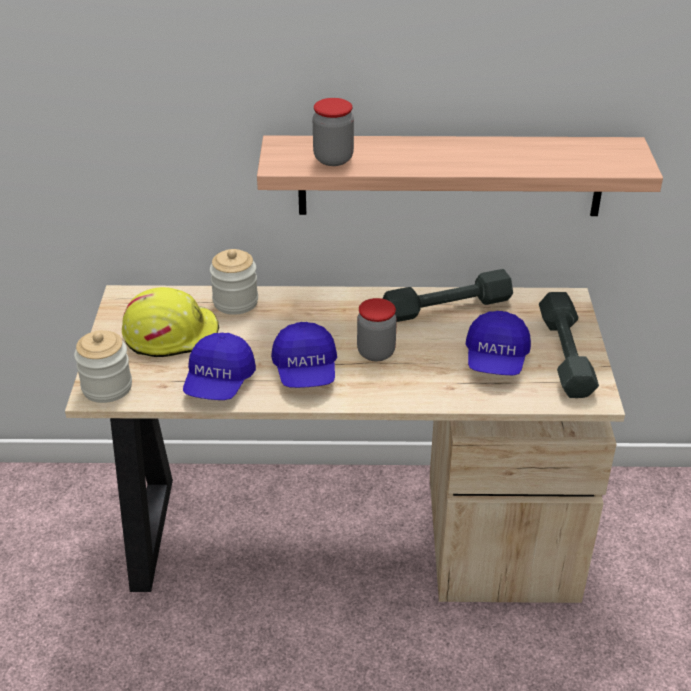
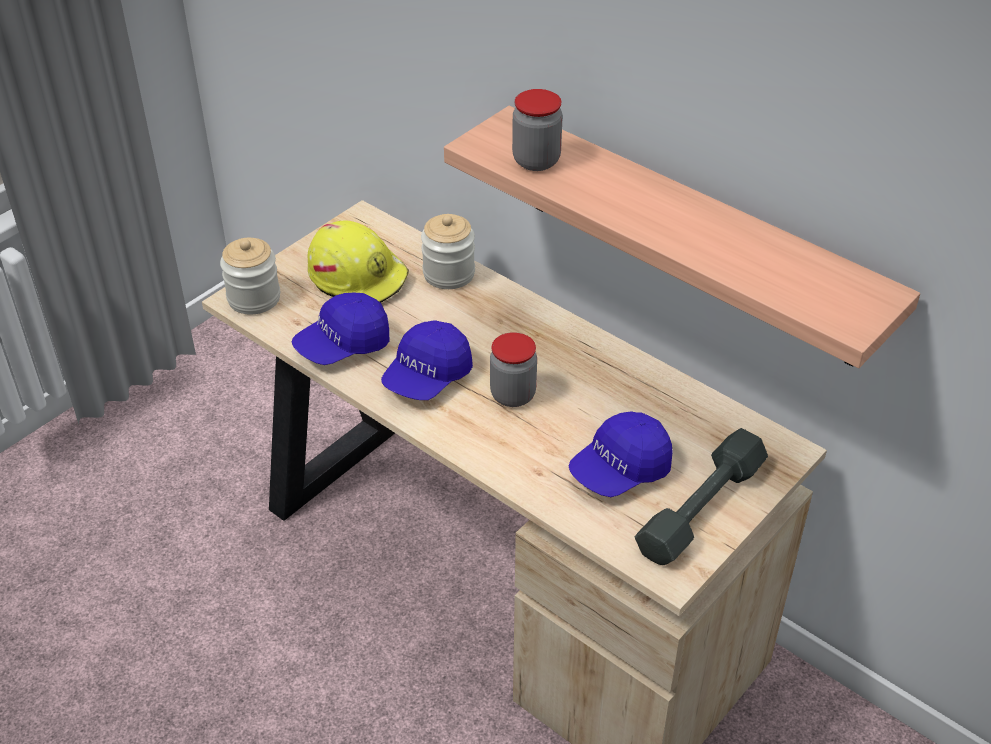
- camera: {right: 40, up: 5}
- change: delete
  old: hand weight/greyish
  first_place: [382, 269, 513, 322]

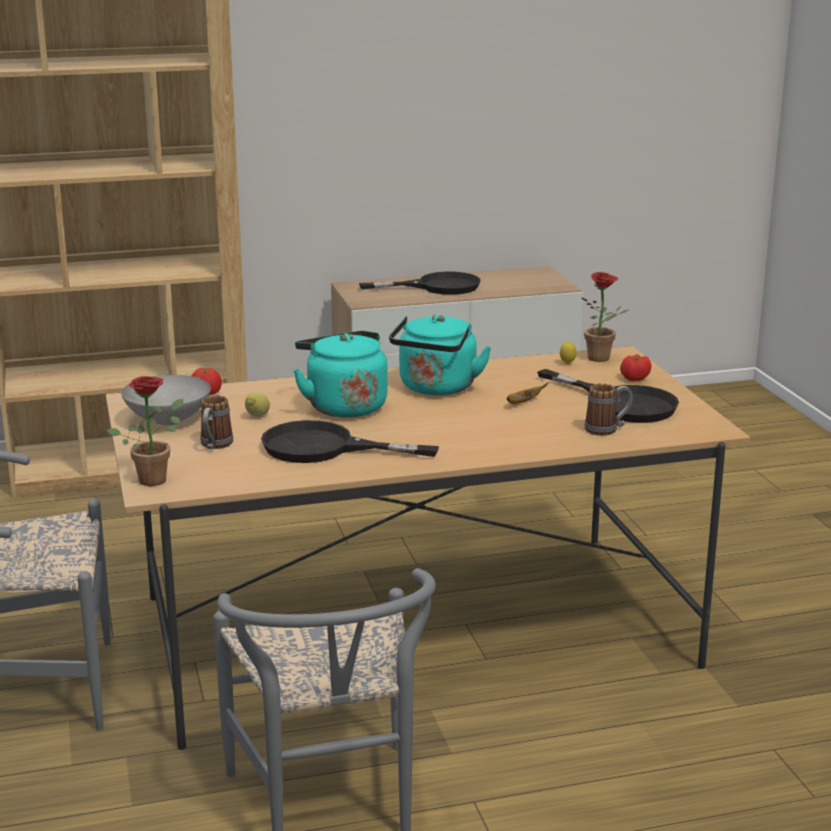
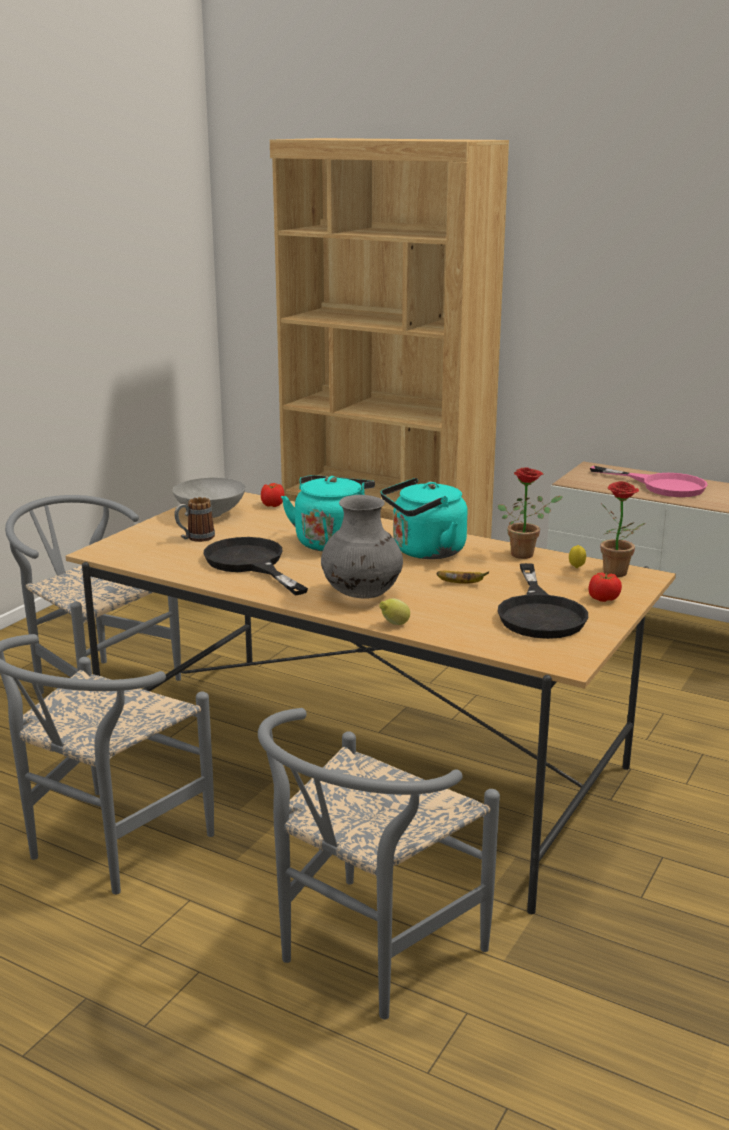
- camera: {right: 45, up: 0}
- change: move
  old: plant in a pot
  first_place: [107, 376, 183, 486]
  second_place: [498, 468, 563, 559]
- change: move
  old: lemon
  first_place: [245, 393, 270, 417]
  second_place: [379, 598, 410, 625]
- change: recolor
  old: pan/black
  new: pan/pink
  first_place: [359, 272, 481, 295]
  second_place: [590, 466, 708, 497]
- change: delete
  old: coffee mug
  first_place: [584, 383, 633, 436]
- change: insert
  new: chair/greyish
  second_place: [258, 708, 500, 1020]
- change: insert
  new: decorative vase/greyish
  second_place: [321, 495, 403, 599]

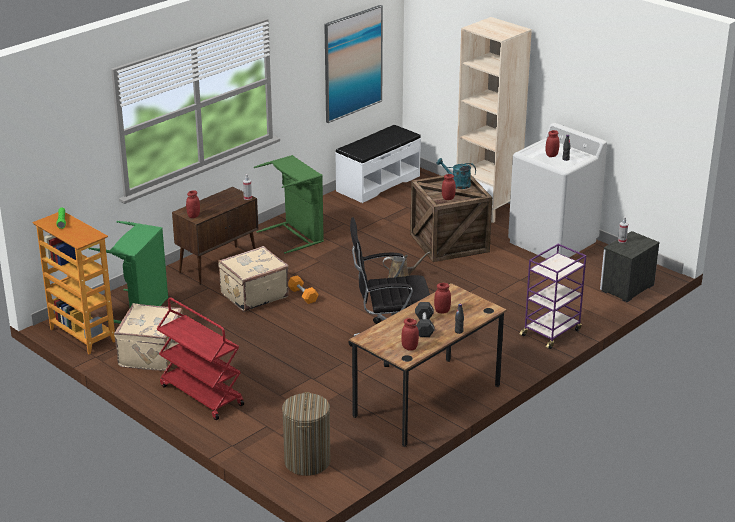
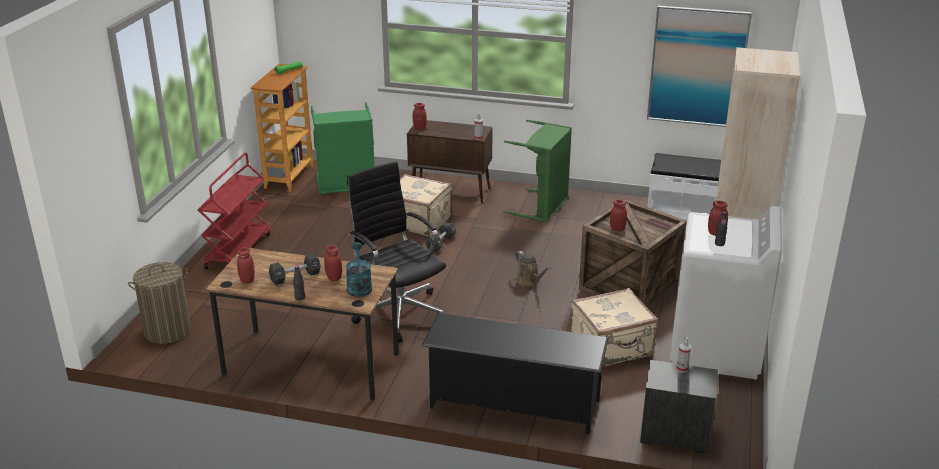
- camera: {right: 60, up: 0}
- change: move
  old: suitcase/beige
  first_place: [114, 303, 183, 371]
  second_place: [571, 288, 658, 367]
- change: recolor
  old: hand weight/orange
  new: hand weight/black
  first_place: [288, 275, 319, 304]
  second_place: [425, 222, 456, 252]
- change: move
  old: sprinkling can/turquoise-coloured
  first_place: [436, 158, 476, 189]
  second_place: [346, 242, 372, 297]
- change: replace
  old: wheeled cart/purplish
  new: shoe shelf/black
  first_place: [519, 244, 586, 349]
  second_place: [422, 313, 609, 435]

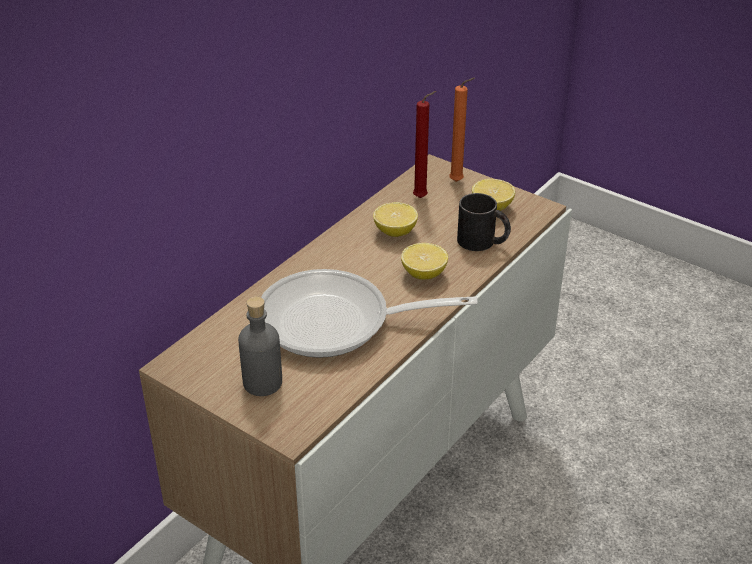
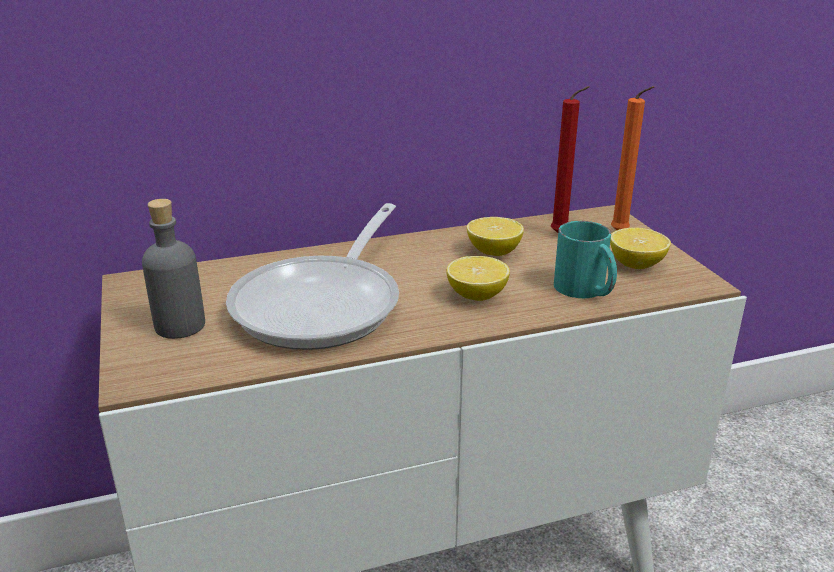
- camera: {right: 35, up: -10}
- change: rotate
  old: pan
  first_place: [261, 269, 478, 358]
  second_place: [226, 203, 399, 350]
  degrees: -105
- change: recolor
  old: coffee mug/black
  new: coffee mug/turquoise-coloured
  first_place: [457, 193, 511, 251]
  second_place: [554, 221, 617, 298]

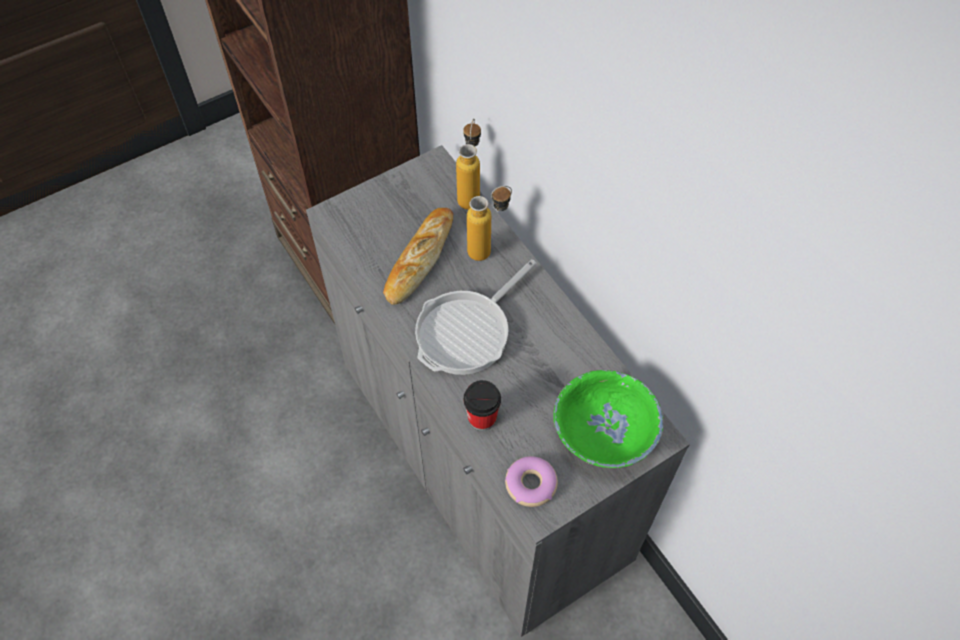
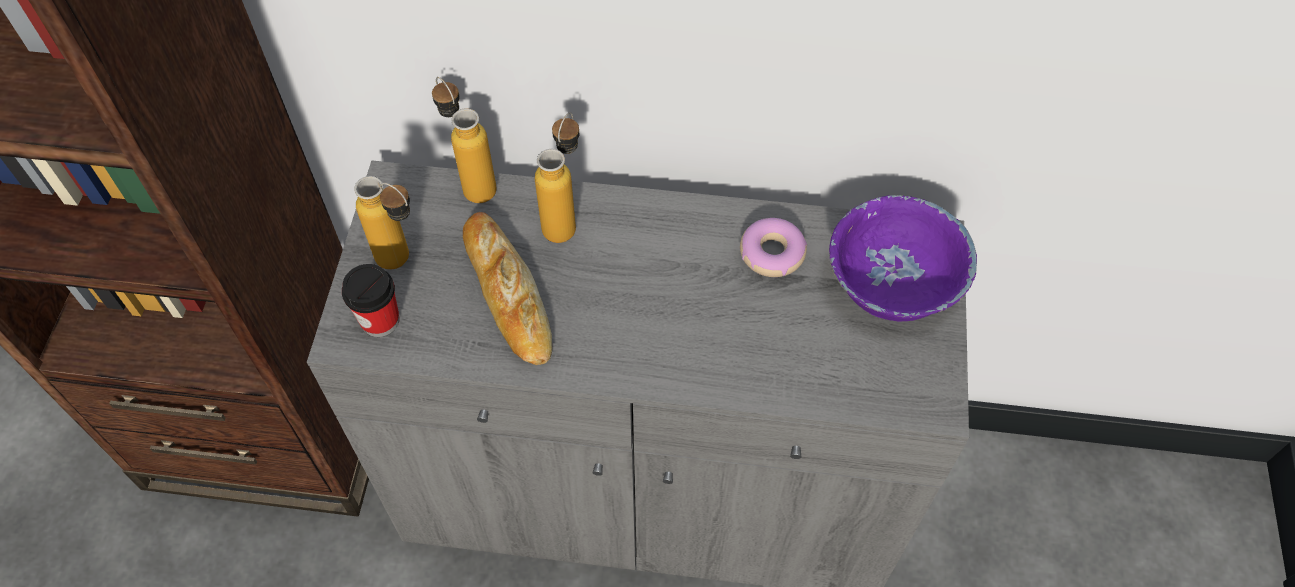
- camera: {right: -50, up: 0}
- change: delete
  old: pan
  first_place: [415, 259, 536, 375]
- change: move
  old: drinking cup
  first_place: [464, 380, 501, 431]
  second_place: [342, 264, 399, 337]
- change: move
  old: doughnut
  first_place: [505, 456, 558, 507]
  second_place: [740, 218, 807, 277]
- change: recolor
  old: serving bowl/greenish
  new: serving bowl/purplish
  first_place: [553, 370, 663, 468]
  second_place: [829, 195, 977, 321]
- change: insert
  new: bottle
  second_place: [354, 176, 410, 270]

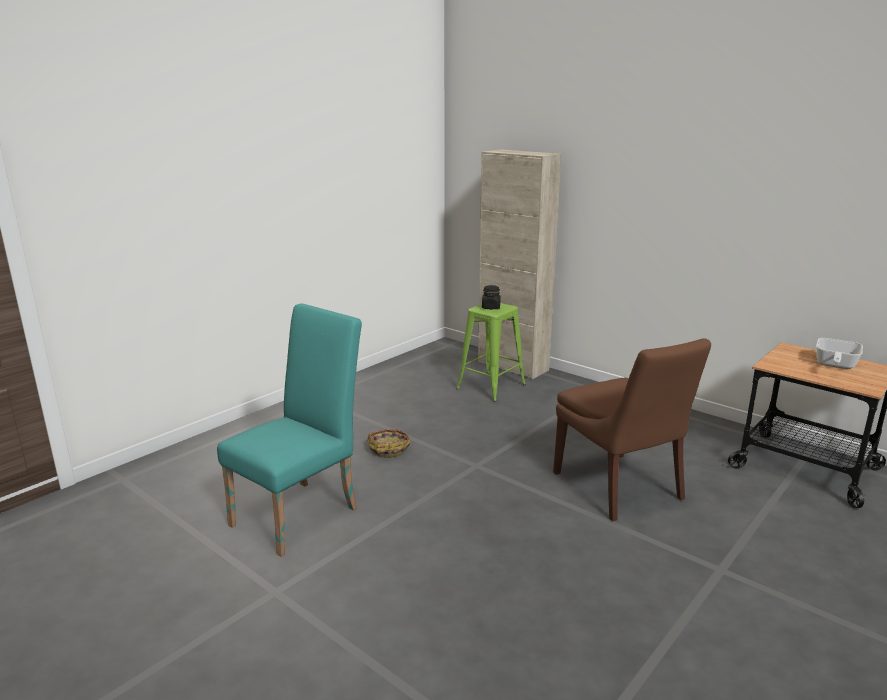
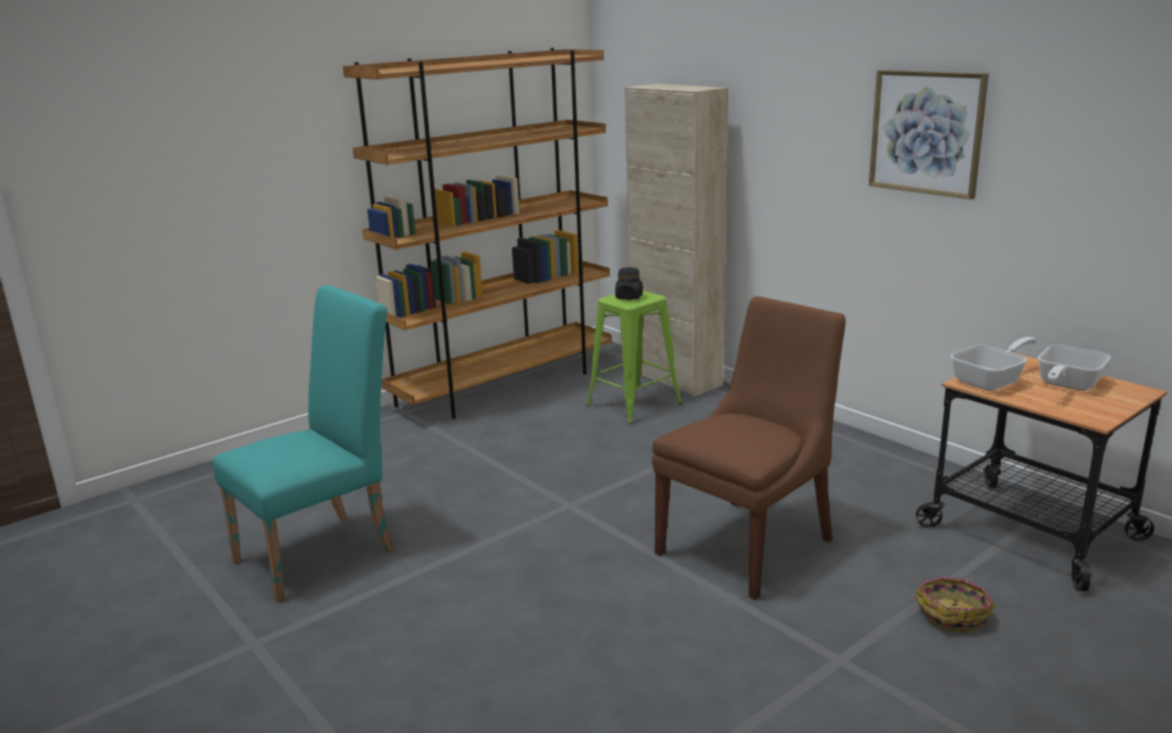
- camera: {right: 10, up: 0}
- change: move
  old: basket
  first_place: [367, 429, 410, 458]
  second_place: [915, 577, 996, 633]
- change: rotate
  old: chair/brown-coloured
  first_place: [553, 338, 711, 521]
  second_place: [652, 296, 846, 600]
  degrees: -120
- change: insert
  new: shelving unit/brown-coloured
  second_place: [343, 48, 612, 419]
- change: insert
  new: wall art
  second_place: [869, 70, 989, 200]
- change: insert
  new: pan
  second_place: [951, 337, 1037, 391]

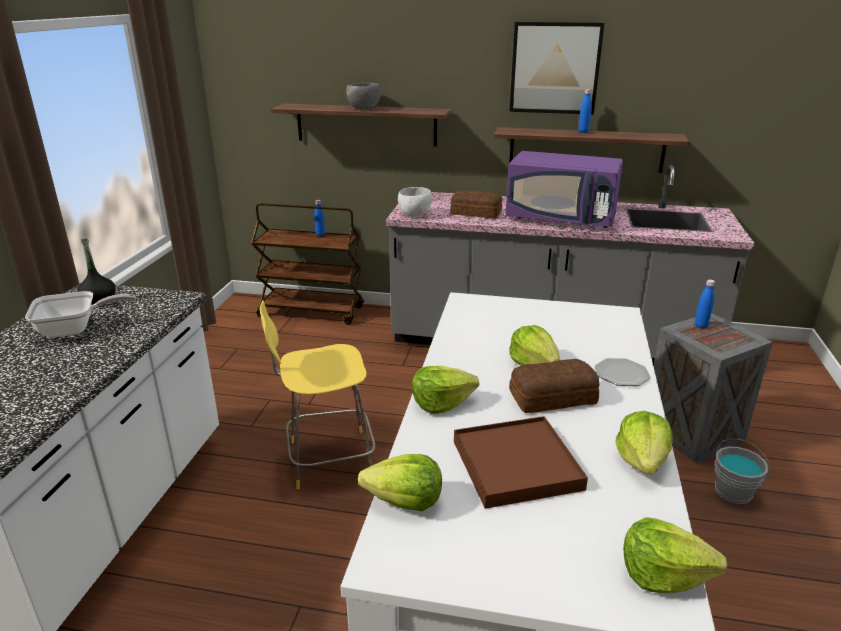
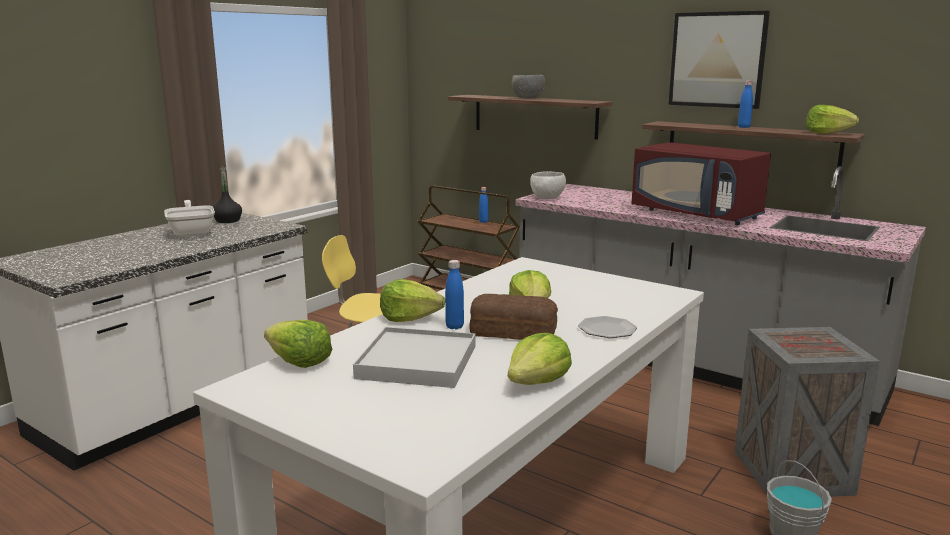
- camera: {right: 25, up: -10}
- change: rotate
  old: pan
  first_place: [25, 291, 136, 338]
  second_place: [164, 200, 215, 237]
  degrees: -120
- change: delete
  old: baked bread
  first_place: [450, 190, 502, 219]
- change: recolor
  old: tray/brown-coloured
  new: tray/white-coloured
  first_place: [454, 416, 588, 509]
  second_place: [353, 327, 475, 388]
- change: recolor
  old: microwave oven/purplish
  new: microwave oven/red
  first_place: [505, 151, 623, 228]
  second_place: [631, 142, 771, 225]
- change: move
  old: head of lettuce
  first_place: [624, 517, 727, 594]
  second_place: [806, 105, 859, 134]
- change: move
  old: bottle/bluish
  first_place: [695, 279, 715, 328]
  second_place: [445, 260, 464, 329]

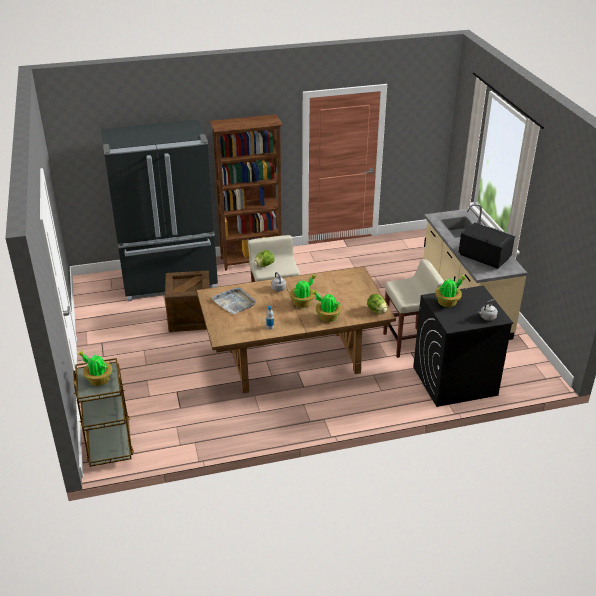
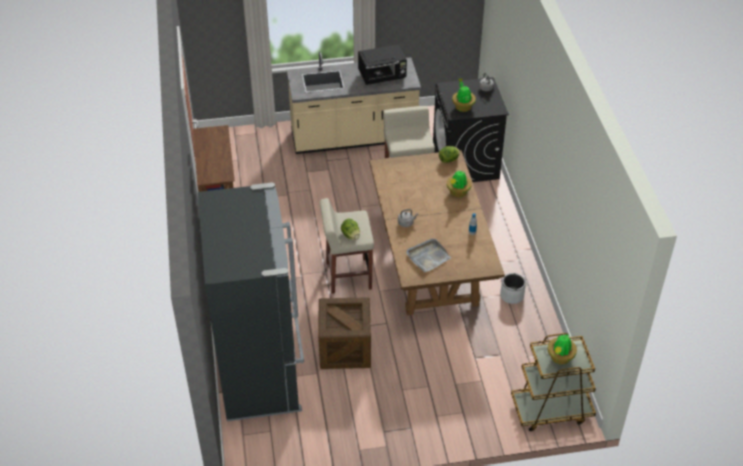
- camera: {right: -85, up: 10}
- change: delete
  old: plant in a pot
  first_place: [290, 275, 316, 308]
- change: rotate
  old: microwave oven/black
  first_place: [459, 223, 515, 269]
  second_place: [358, 44, 407, 85]
  degrees: -150
- change: insert
  new: plant pot/greyish
  second_place: [500, 273, 526, 304]

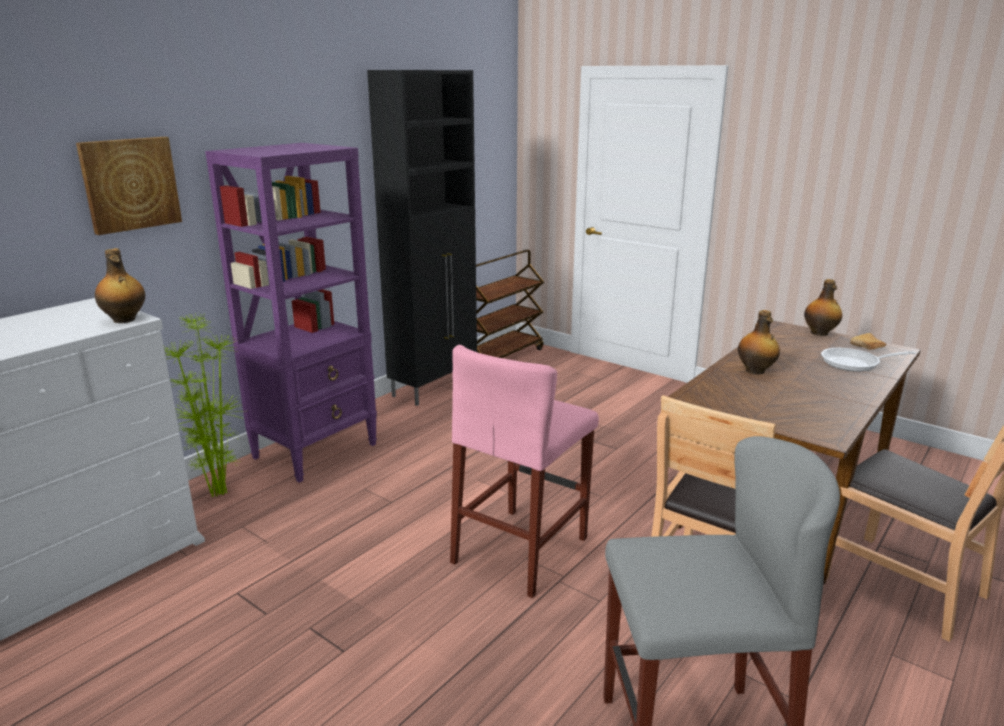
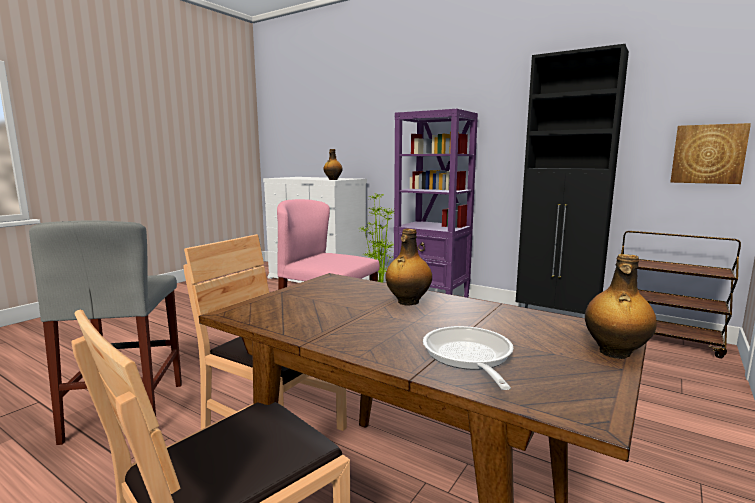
- camera: {right: 85, up: -10}
- change: move
  old: wall art
  first_place: [76, 137, 182, 235]
  second_place: [670, 123, 751, 184]
- change: delete
  old: baked bread
  first_place: [850, 333, 887, 350]

